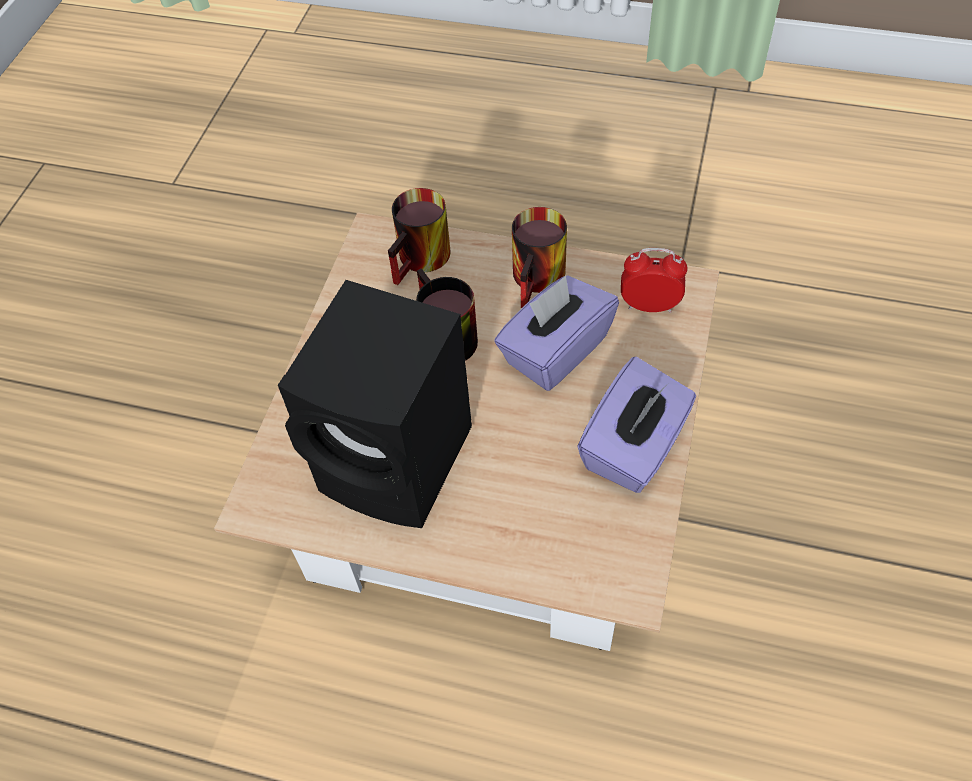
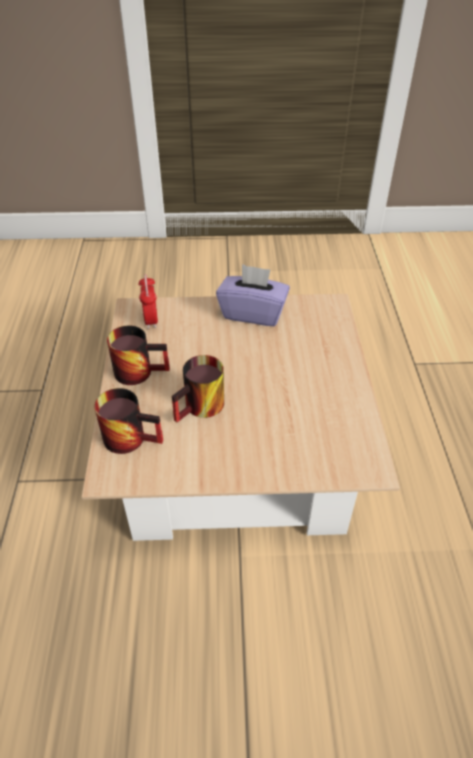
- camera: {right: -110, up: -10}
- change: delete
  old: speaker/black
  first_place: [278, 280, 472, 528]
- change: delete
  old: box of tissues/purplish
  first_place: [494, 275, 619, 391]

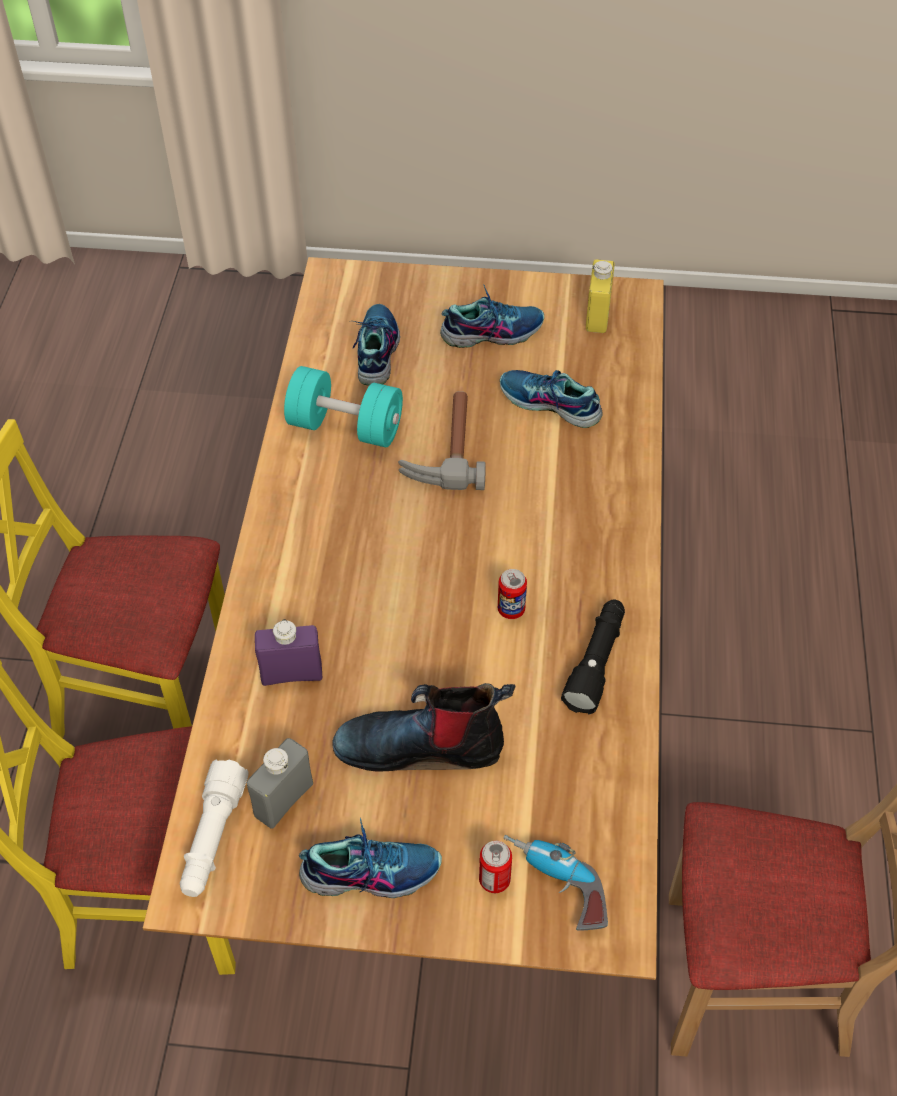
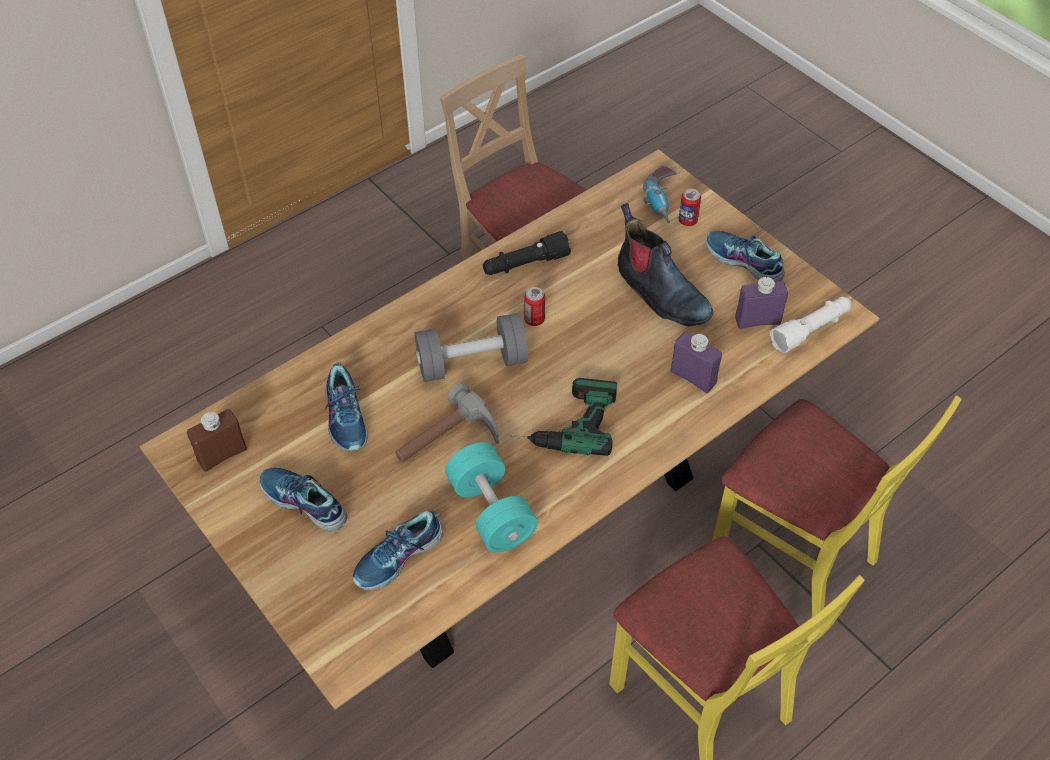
- camera: {right: -135, up: 0}
- change: recolor
  old: bottle/greyish
  new: bottle/purplish
  first_place: [247, 738, 313, 829]
  second_place: [735, 276, 788, 329]
- change: recolor
  old: bottle/yellowish
  new: bottle/brown-coloured
  first_place: [586, 259, 615, 333]
  second_place: [187, 409, 247, 472]
- change: insert
  new: hand weight/greyish
  second_place: [415, 313, 528, 382]
- change: insert
  new: drill
  second_place: [510, 378, 617, 456]

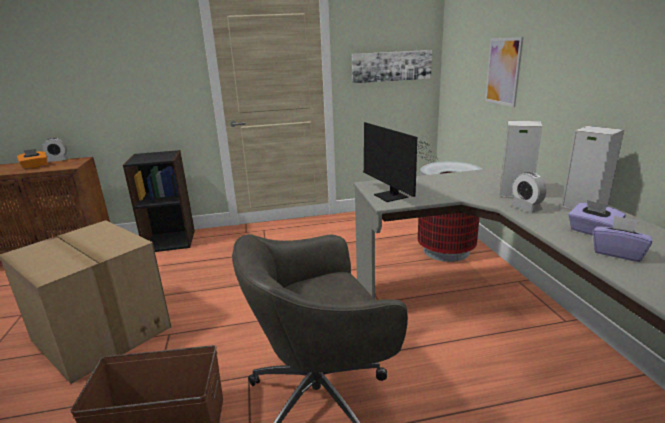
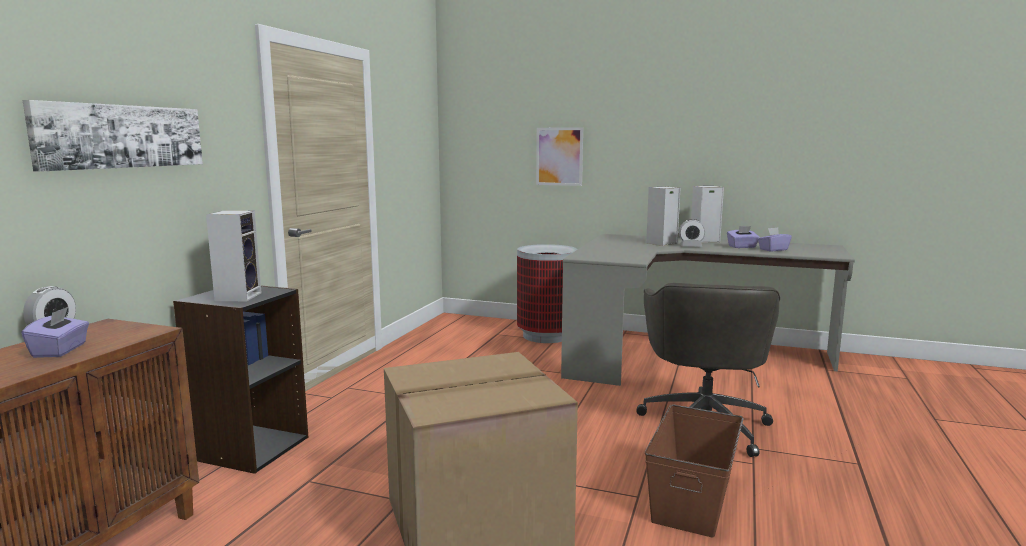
- camera: {right: -60, up: -10}
- change: recolor
  old: box of tissues/orange
  new: box of tissues/purplish
  first_place: [17, 149, 47, 170]
  second_place: [21, 307, 89, 358]
- change: move
  old: wall art
  first_place: [352, 50, 432, 83]
  second_place: [23, 100, 203, 172]
- change: delete
  old: computer screen
  first_place: [363, 122, 438, 202]
- change: insert
  new: speaker
  second_place: [206, 211, 261, 301]

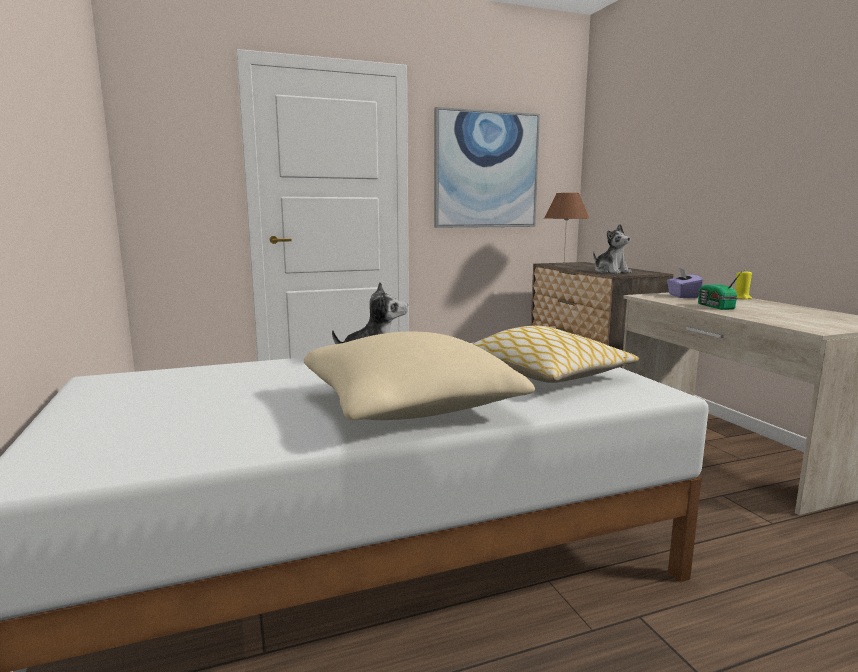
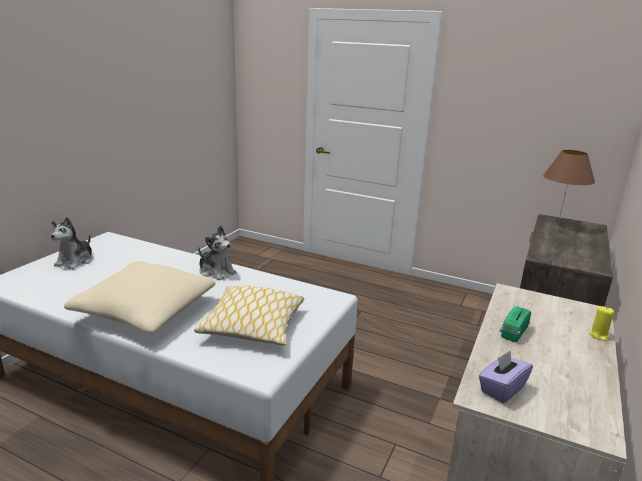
- camera: {right: 45, up: 10}
- change: delete
  old: wall art
  first_place: [434, 107, 540, 228]
- change: move
  old: plush toy
  first_place: [593, 224, 631, 274]
  second_place: [51, 217, 93, 269]
- change: move
  old: box of tissues/purplish
  first_place: [667, 268, 704, 298]
  second_place: [479, 351, 533, 403]

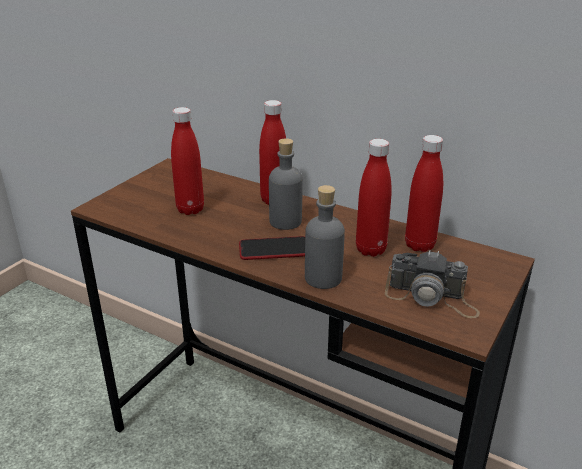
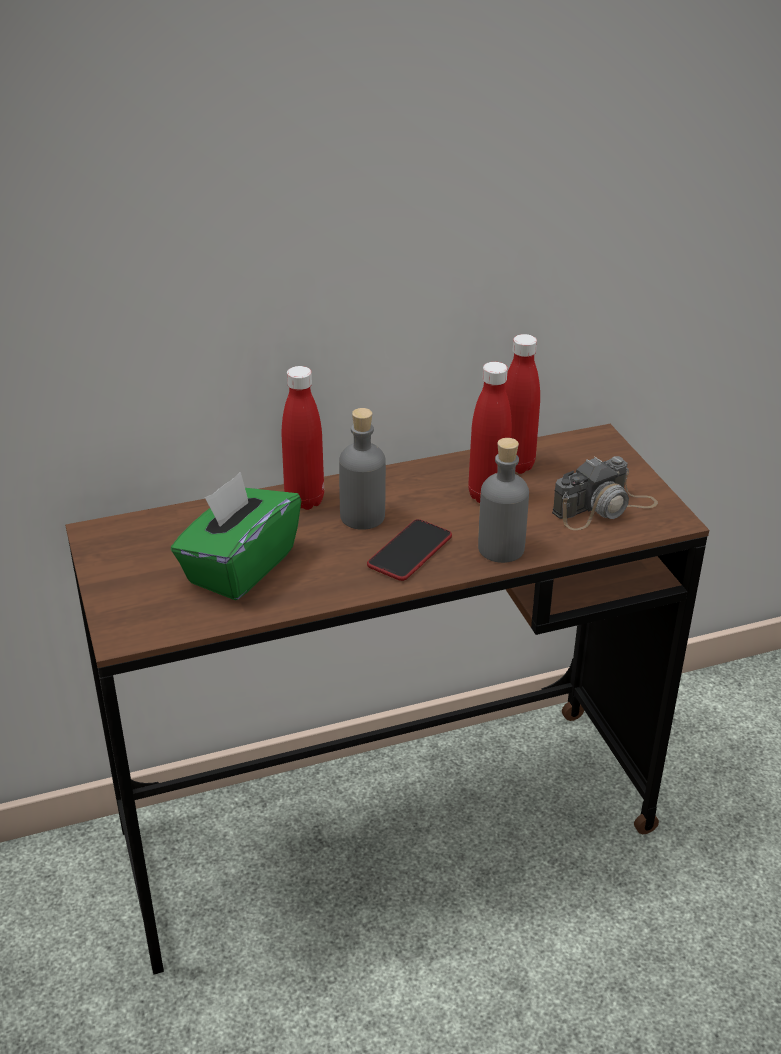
- camera: {right: -50, up: 5}
- change: replace
  old: bottle/red
  new: box of tissues/greenish
  first_place: [171, 107, 204, 215]
  second_place: [171, 472, 301, 600]

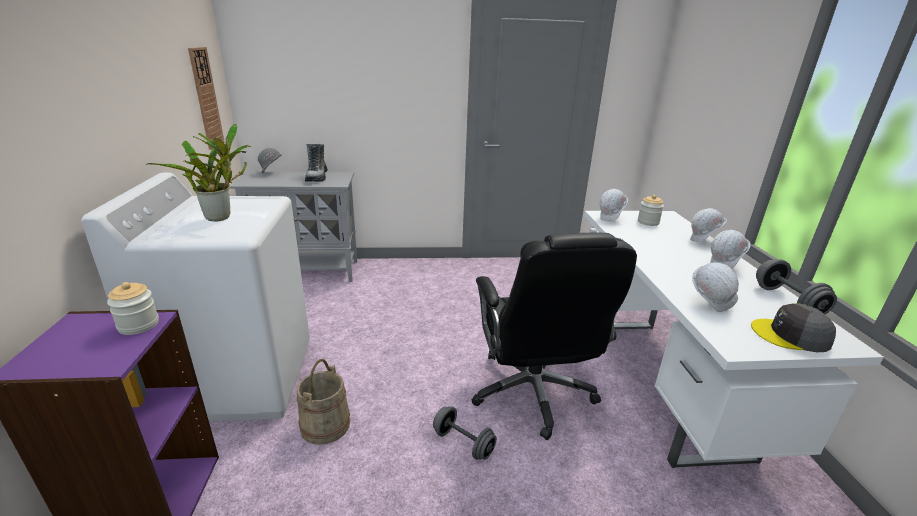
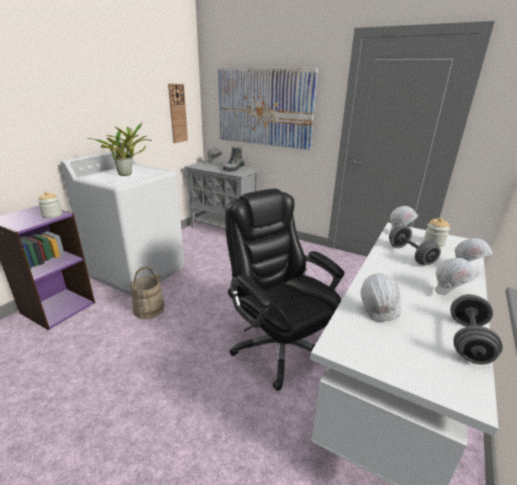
- camera: {right: 35, up: 0}
- change: move
  old: hand weight/greyish
  first_place: [433, 406, 497, 460]
  second_place: [389, 225, 441, 265]
- change: rotate
  old: office chair/black
  first_place: [471, 233, 637, 440]
  second_place: [225, 189, 344, 391]
  degrees: 120
- change: delete
  old: baseball cap/greyish
  first_place: [751, 304, 836, 352]
- change: insert
  new: wall art
  second_place: [218, 68, 318, 150]

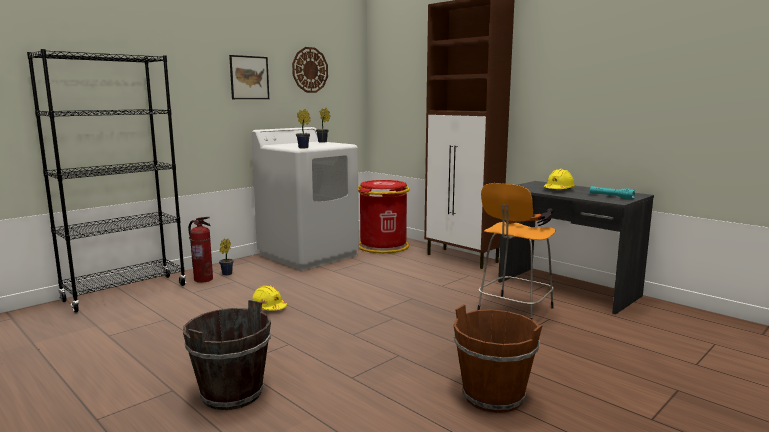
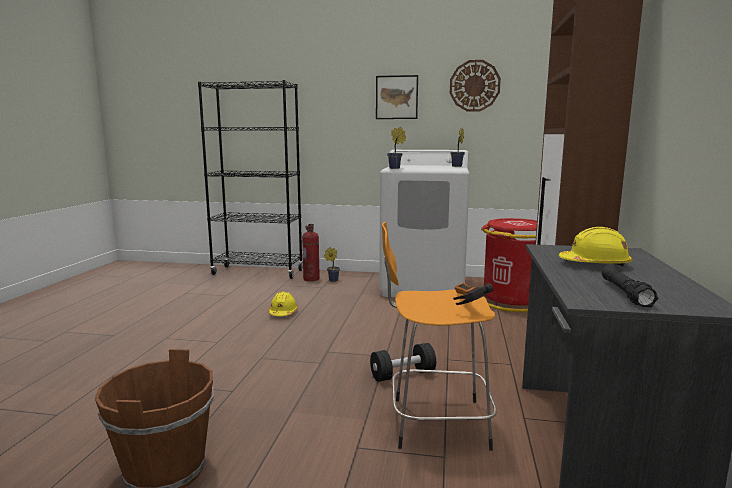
- camera: {right: 55, up: 0}
- change: delete
  old: pail/brown-coloured
  first_place: [183, 300, 271, 410]
- change: recolor
  old: hand torch/turquoise-coloured
  new: hand torch/black
  first_place: [590, 186, 636, 199]
  second_place: [602, 266, 658, 307]
- change: insert
  new: hand weight/black
  second_place: [370, 343, 436, 382]

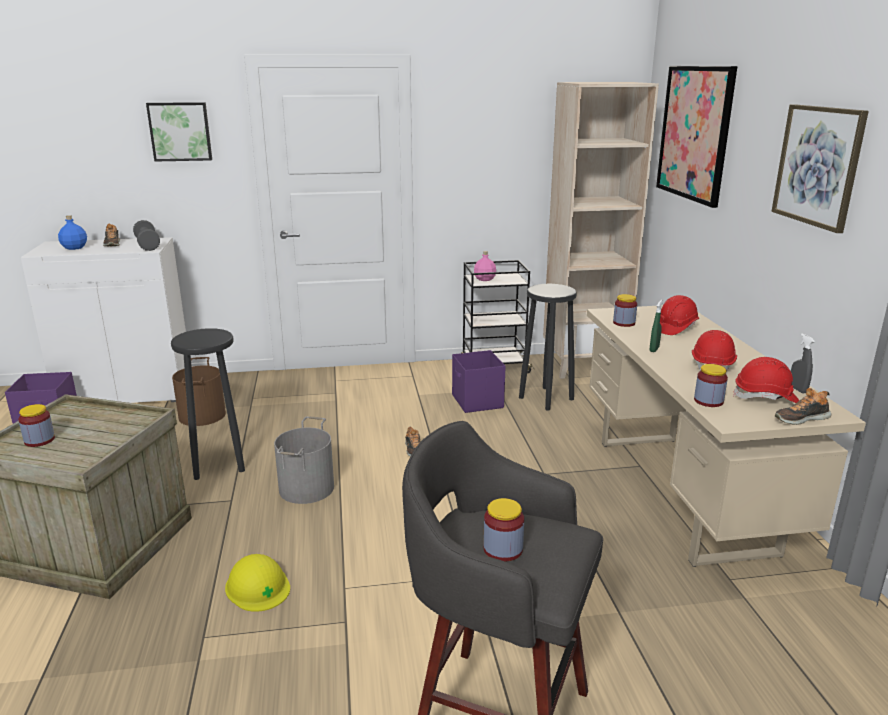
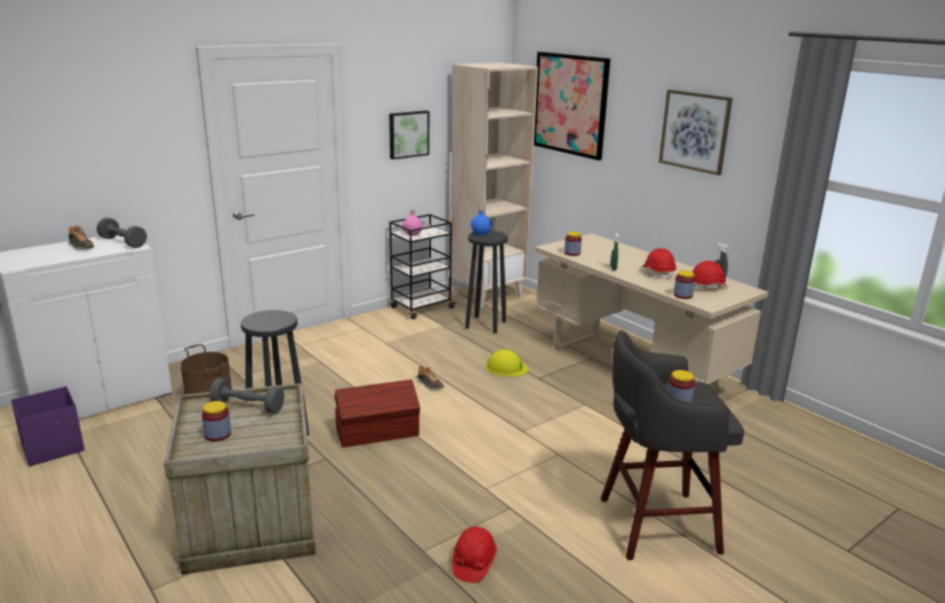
- camera: {right: -30, up: 0}
- change: move
  old: bottle/bluish
  first_place: [58, 215, 87, 250]
  second_place: [471, 208, 492, 235]
- change: move
  old: wall art
  first_place: [146, 102, 212, 162]
  second_place: [389, 111, 429, 160]
- change: move
  old: hard hat/yellowish
  first_place: [225, 554, 290, 612]
  second_place: [486, 349, 528, 377]
- change: replace
  old: pail/greyish
  new: storage container/brown-coloured
  first_place: [274, 417, 334, 504]
  second_place: [335, 379, 420, 448]
- change: delete
  old: storage container/purplish
  first_place: [452, 350, 506, 413]
- change: move
  old: hard hat/red
  first_place: [660, 295, 699, 335]
  second_place: [452, 527, 497, 583]
- change: delete
  old: item of footwear
  first_place: [775, 388, 831, 425]
- change: insert
  new: hand weight/greyish
  second_place: [210, 378, 284, 414]

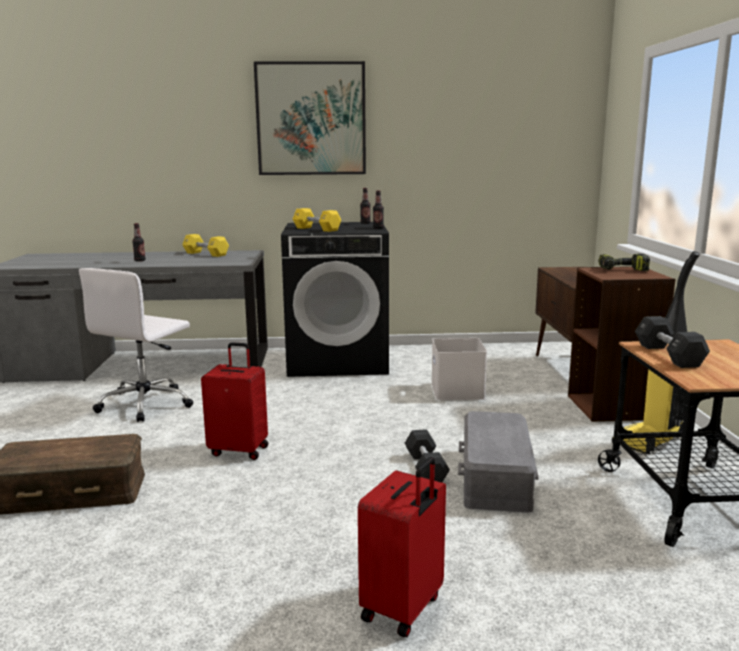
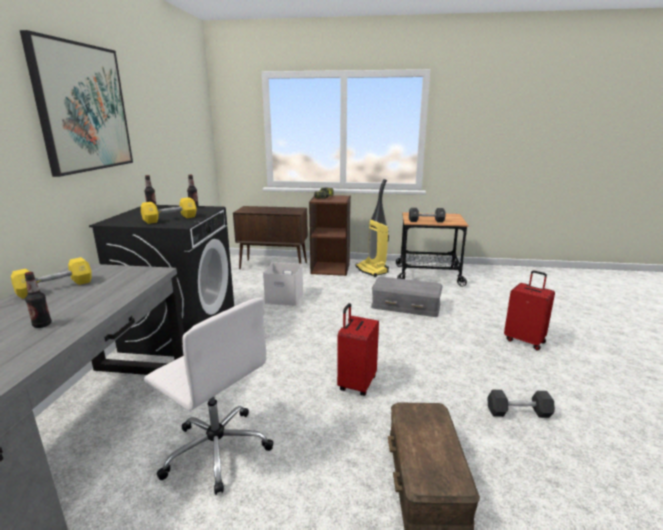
- camera: {right: -80, up: 5}
- change: move
  old: hand weight/black
  first_place: [405, 429, 450, 482]
  second_place: [487, 390, 555, 418]

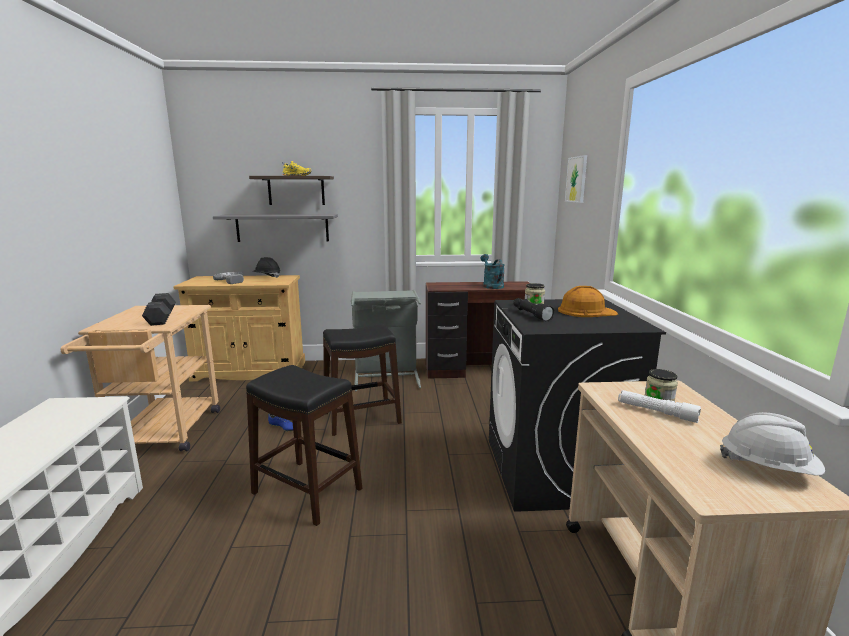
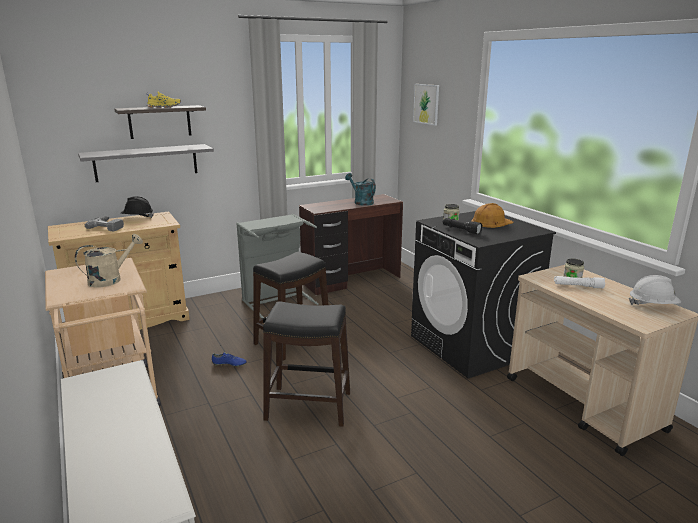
- camera: {right: -25, up: 5}
- change: replace
  old: hand weight/greyish
  new: sprinkling can/beige
  first_place: [142, 293, 176, 326]
  second_place: [75, 234, 143, 287]

